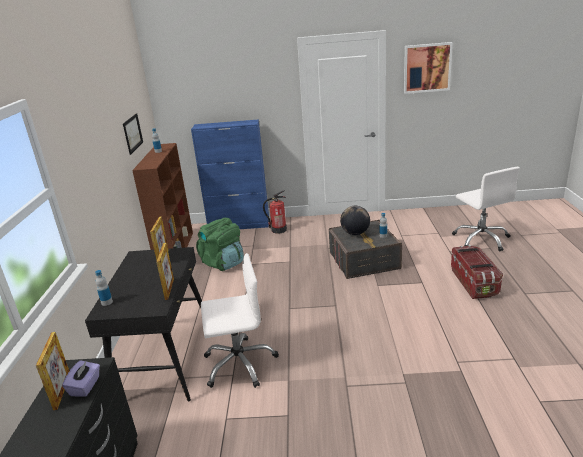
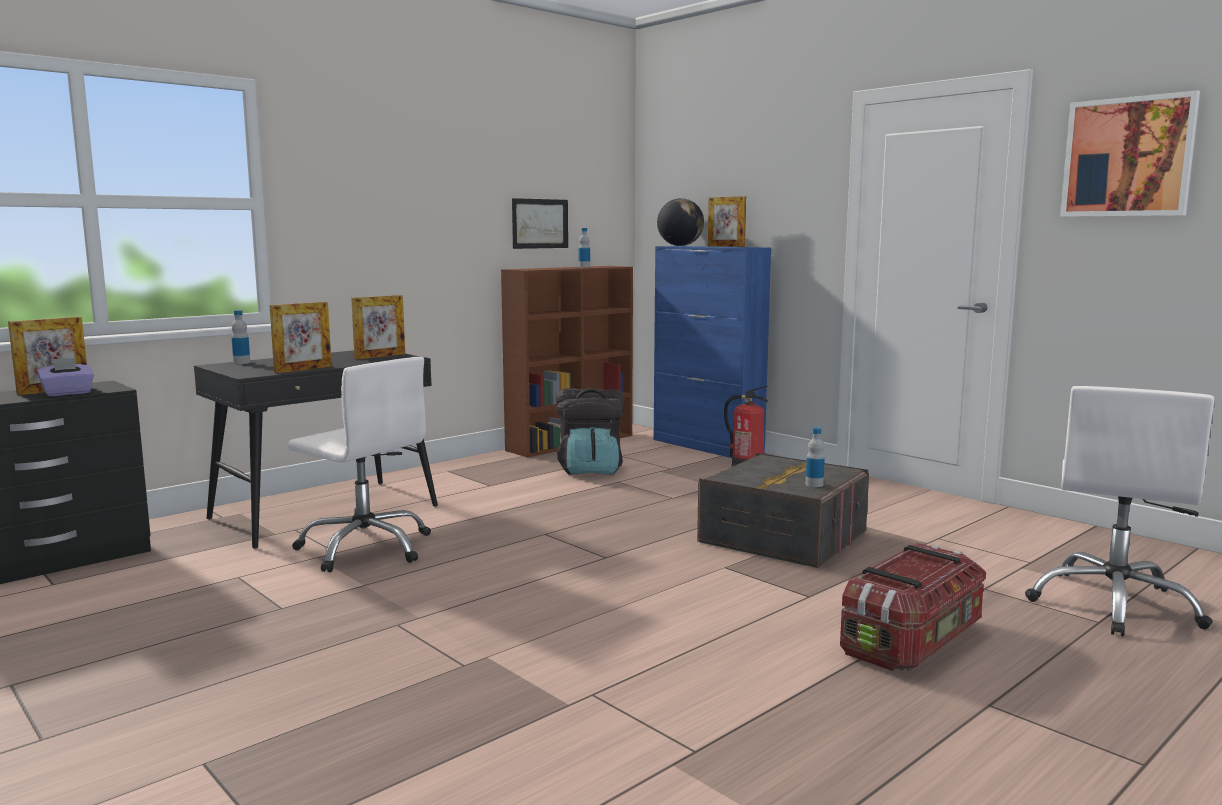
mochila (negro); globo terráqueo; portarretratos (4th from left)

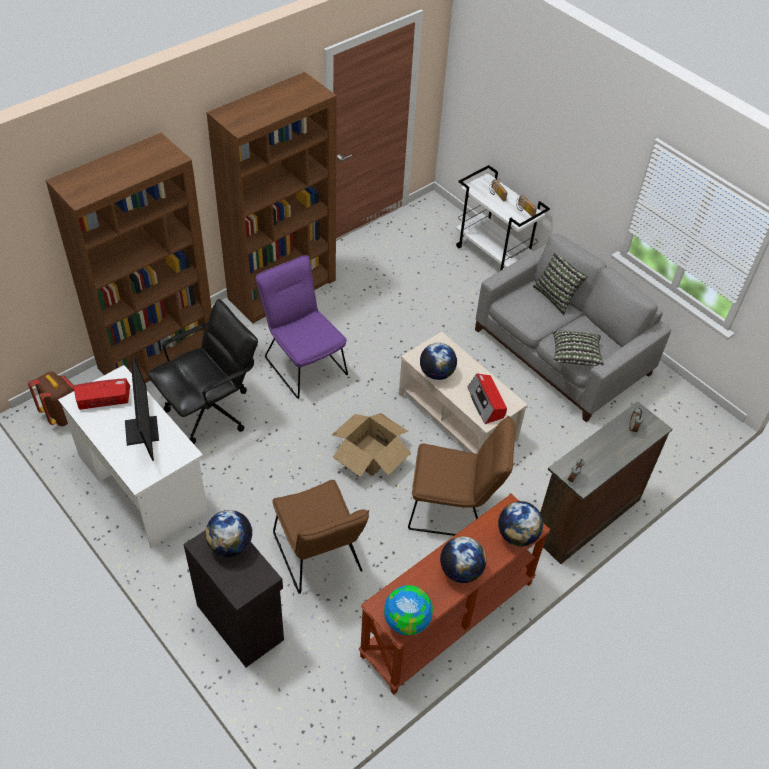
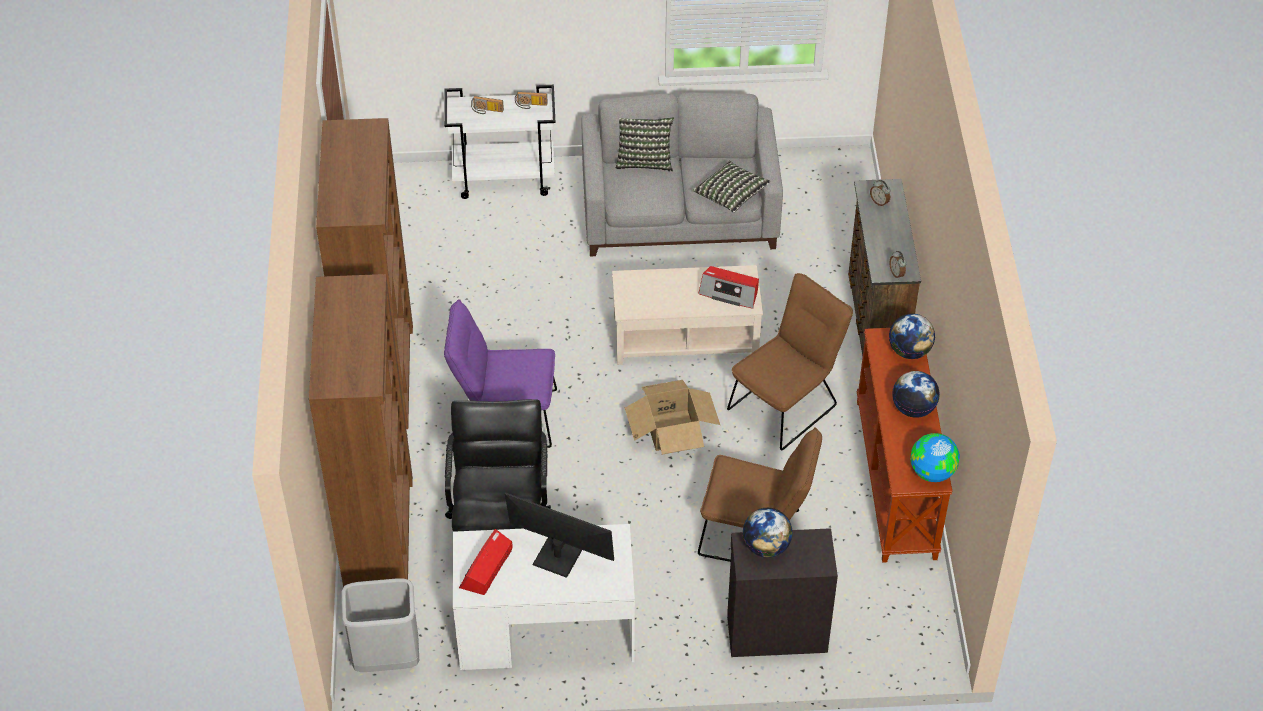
papelera (gris); globo terráqueo (3rd from left in the first image)

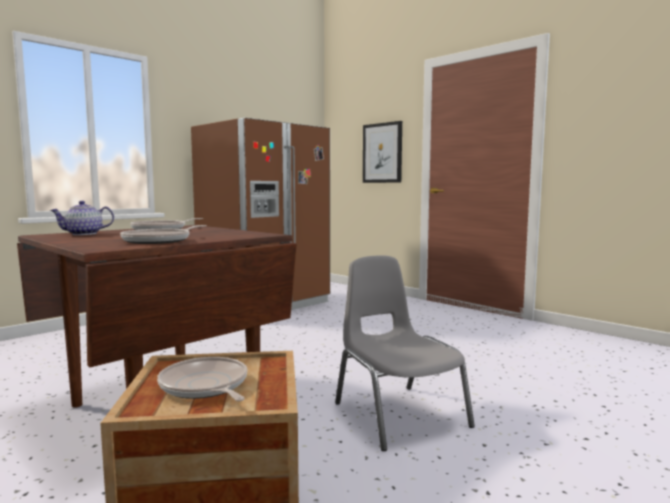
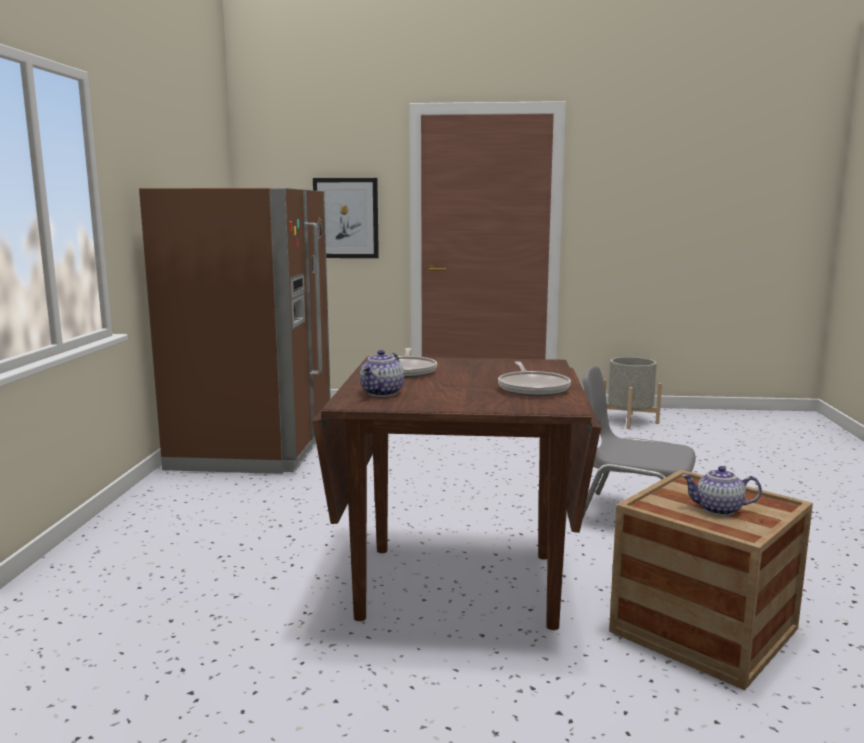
tetera (2nd from left); maceta (gris)

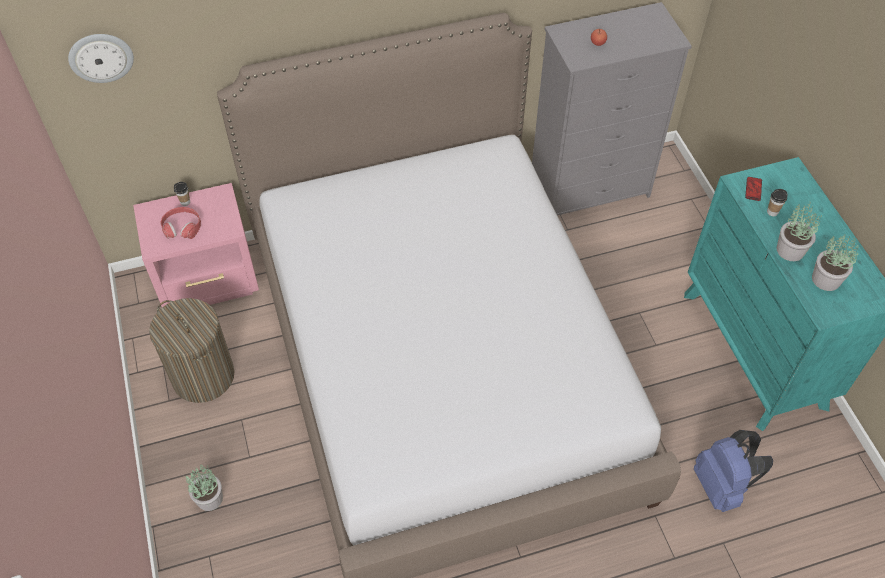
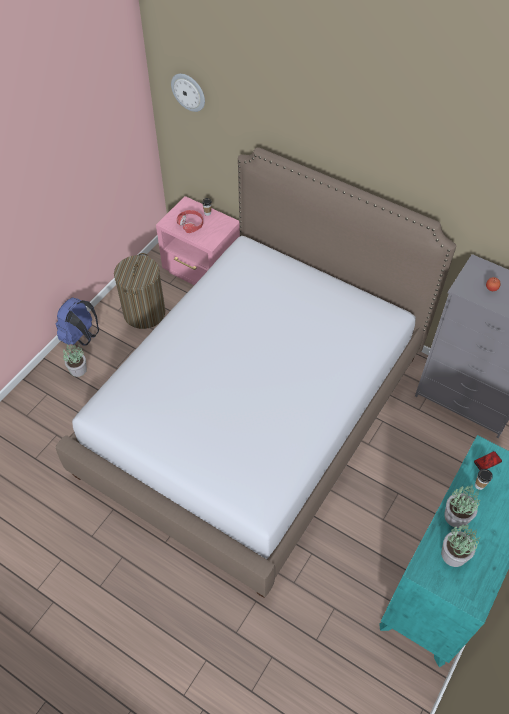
mochila (azul)

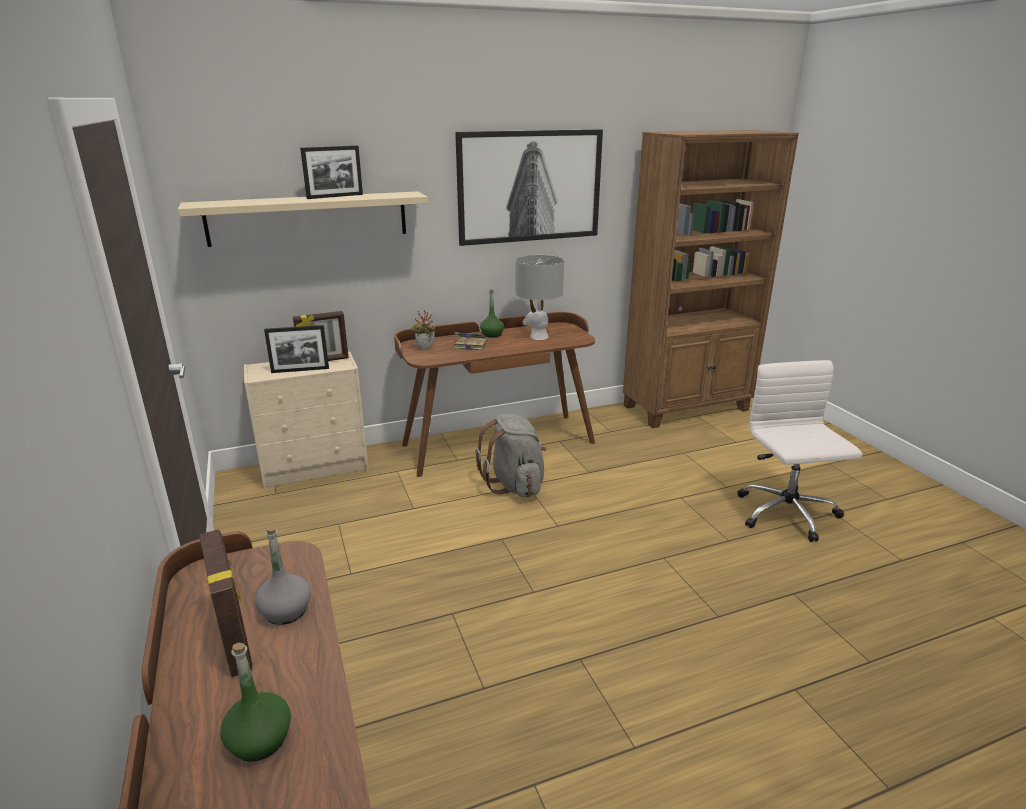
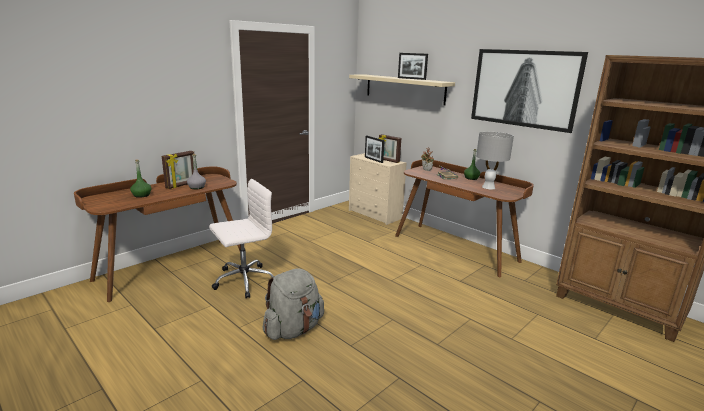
mochila (gris); silla de oficina (blanco)

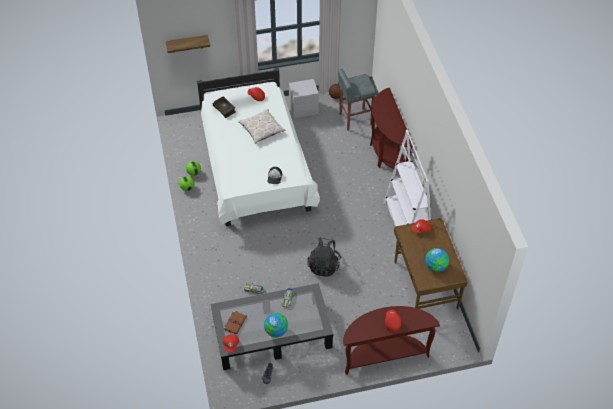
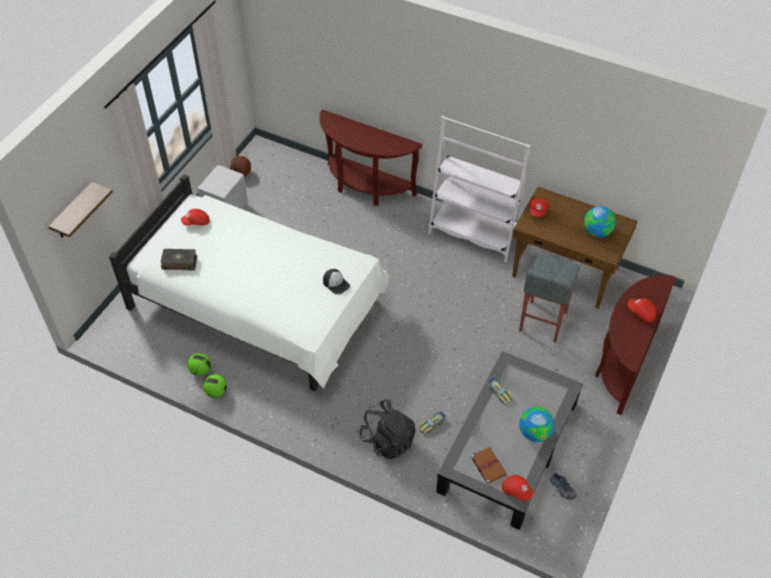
cojín; mochila (negro); taburete (gris)

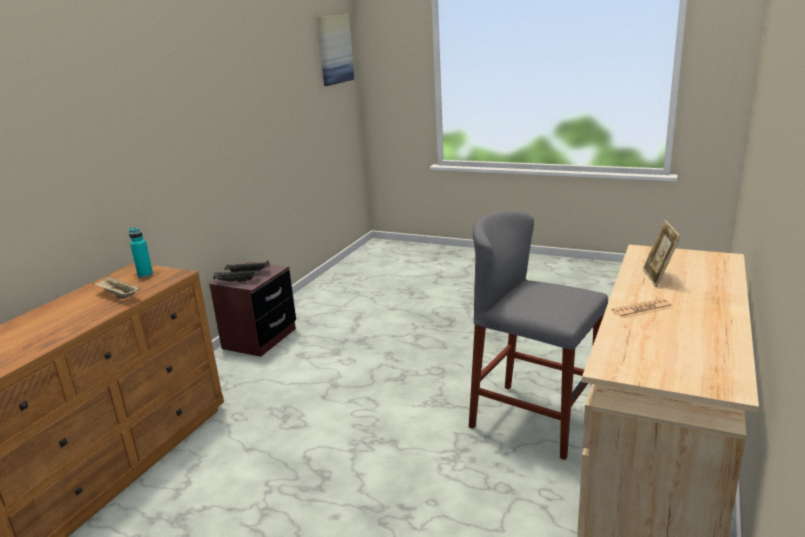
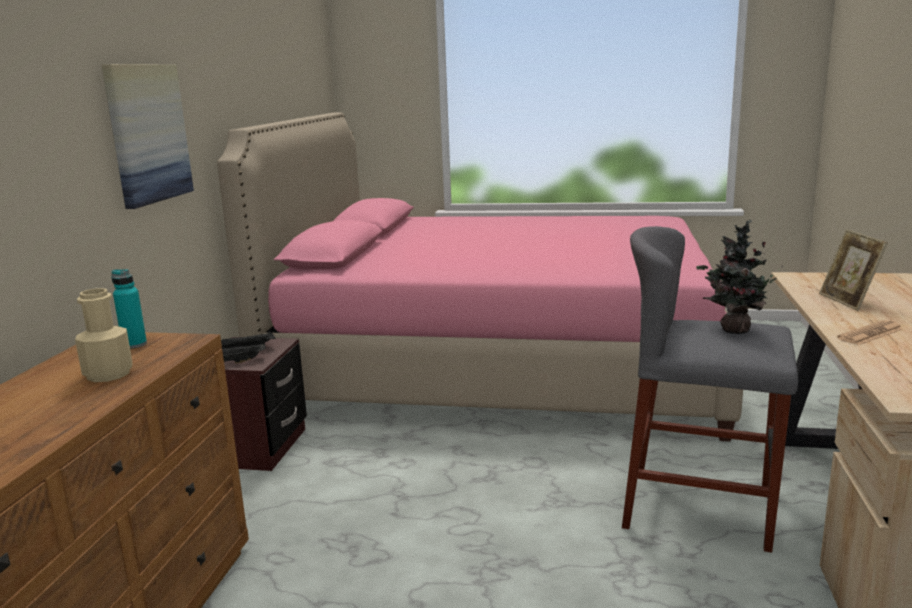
botella (beis); cuadro; cama (rosa); planta en maceta

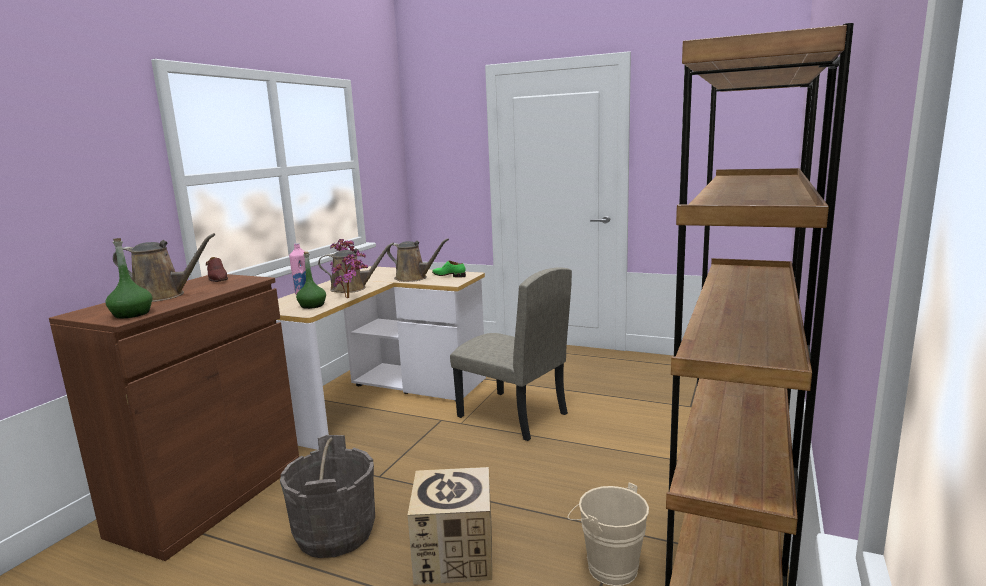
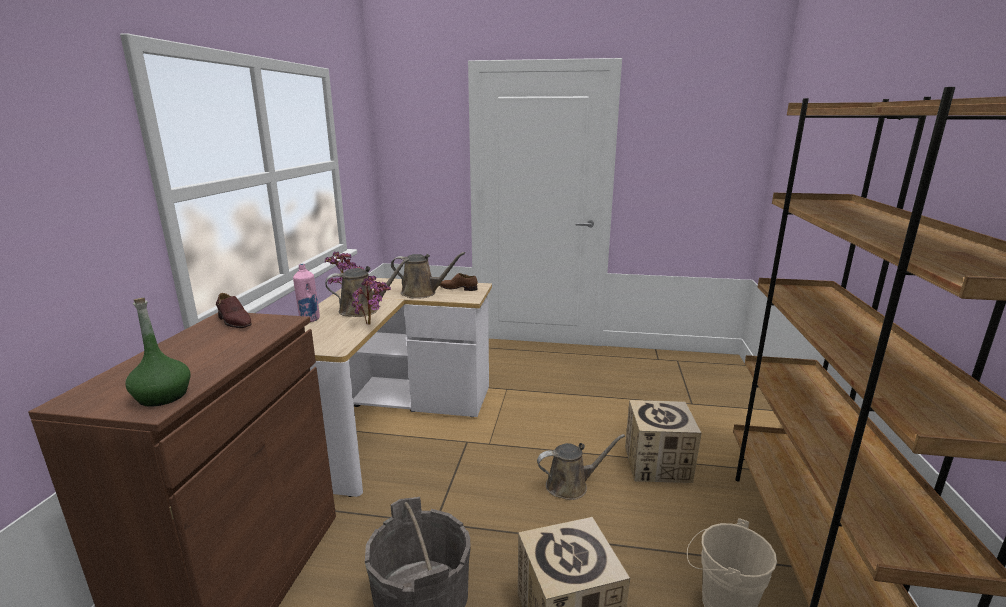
regadera (marrón) (3rd from left); botella (verde) (2nd from left in the first image); zapato (marrón) (2nd from left); silla (beis); caja de cartón (2nd from left)

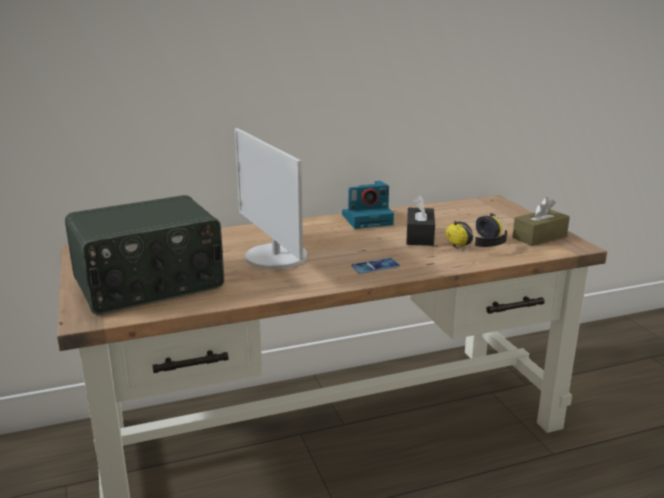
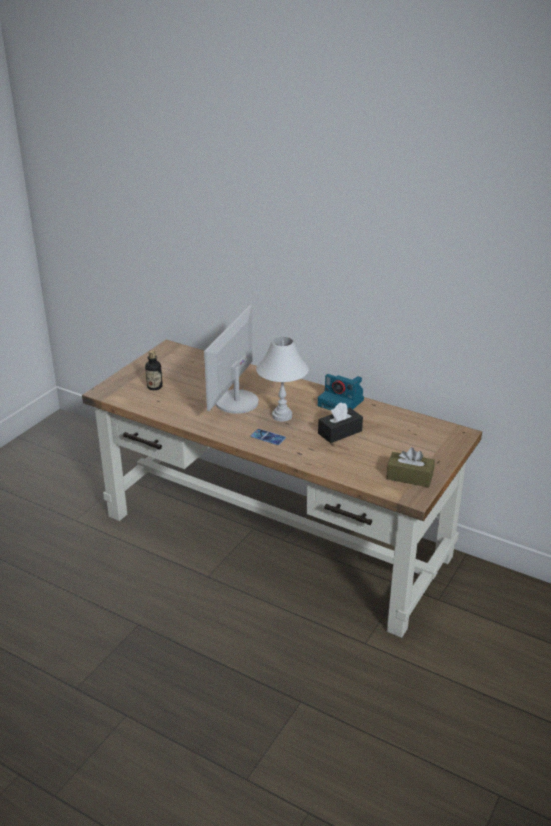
botella; auriculares; lámpara de mesa (blanco)

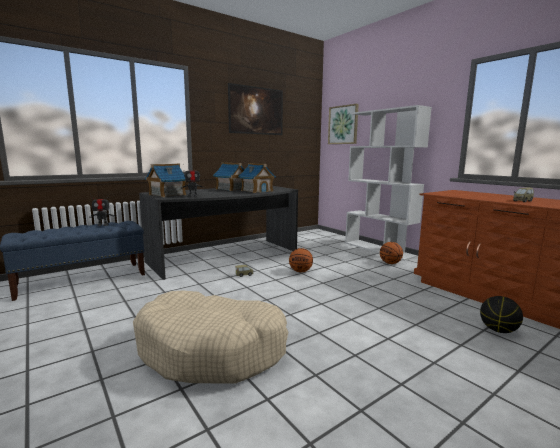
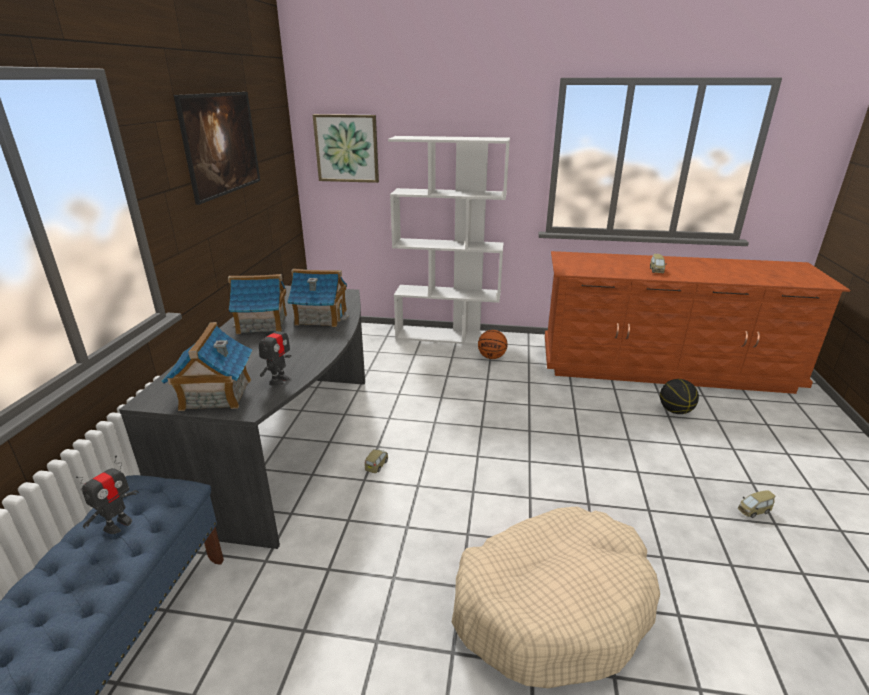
balón de baloncesto (1st from left in the first image); coche de juguete (3rd from left)

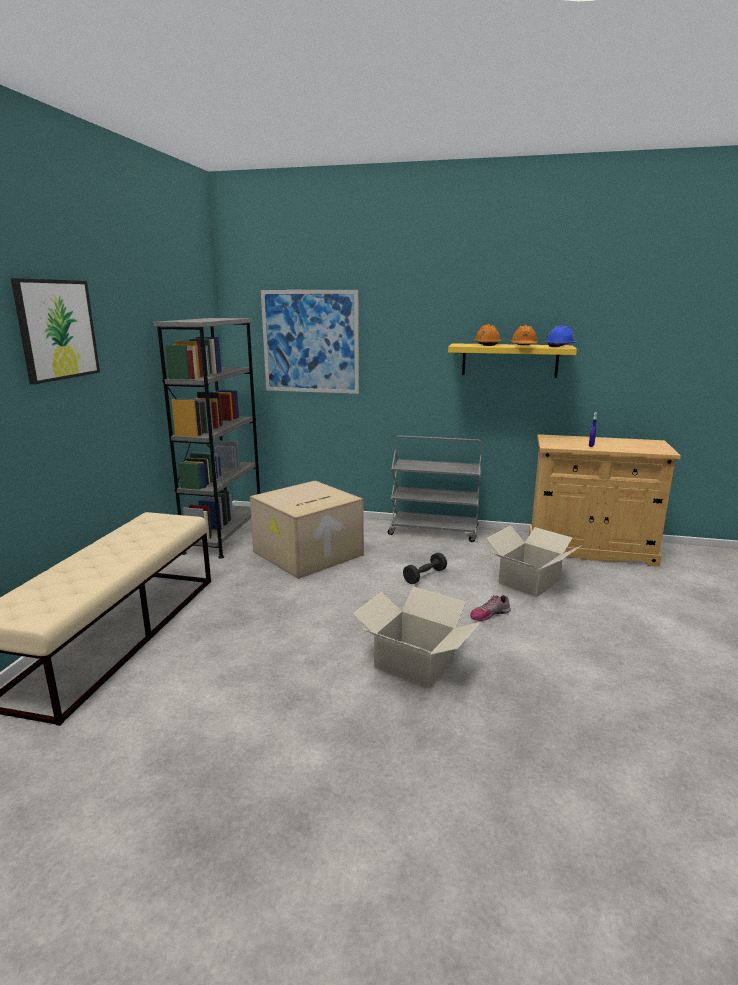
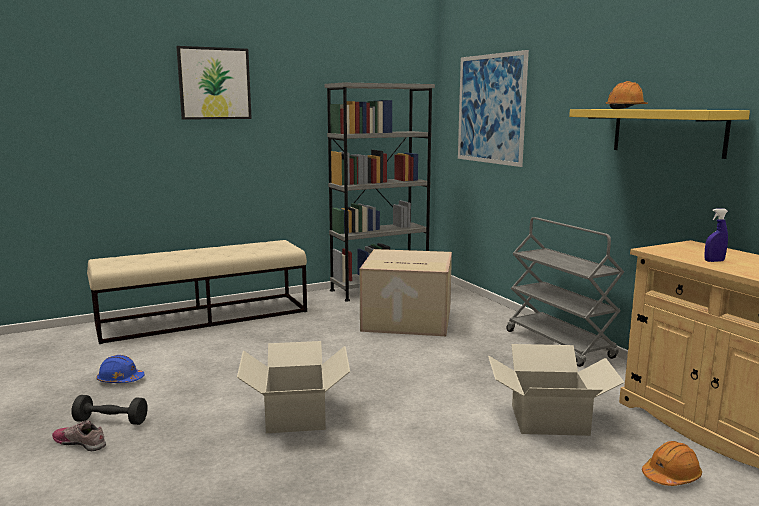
mancuerna (negro); zapato; casco (naranja) (2nd from left); casco (azul)

